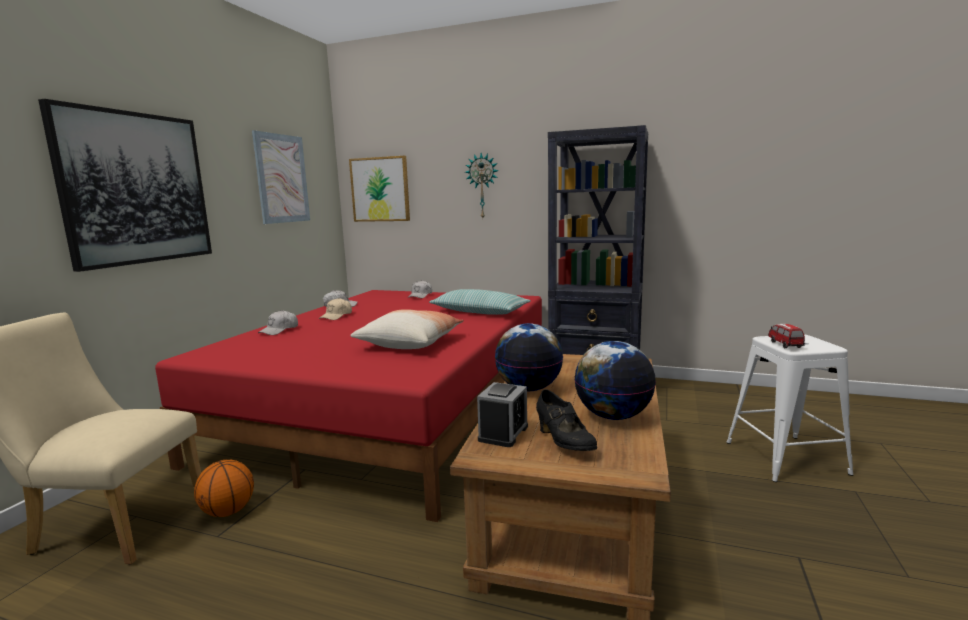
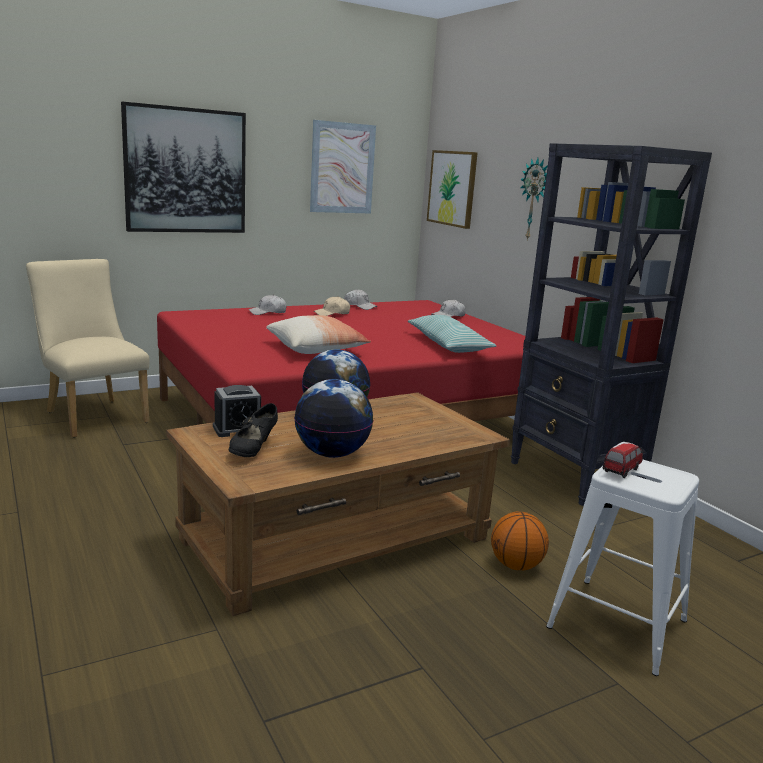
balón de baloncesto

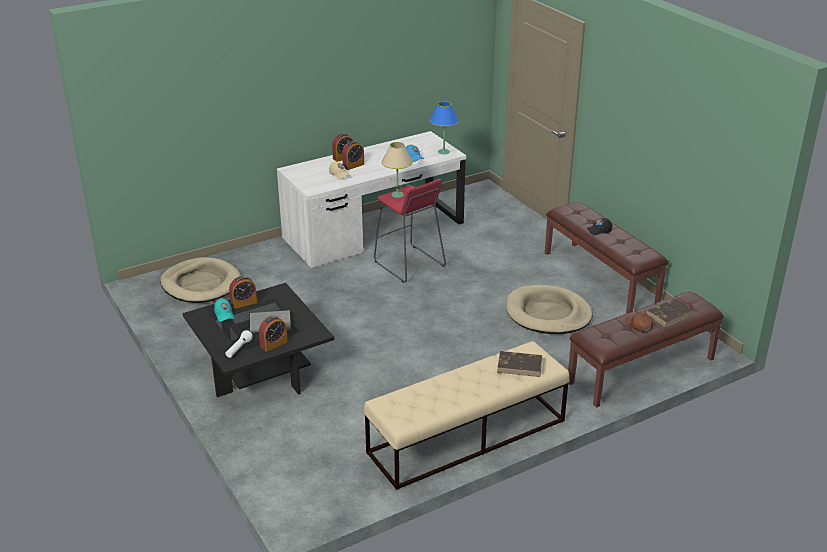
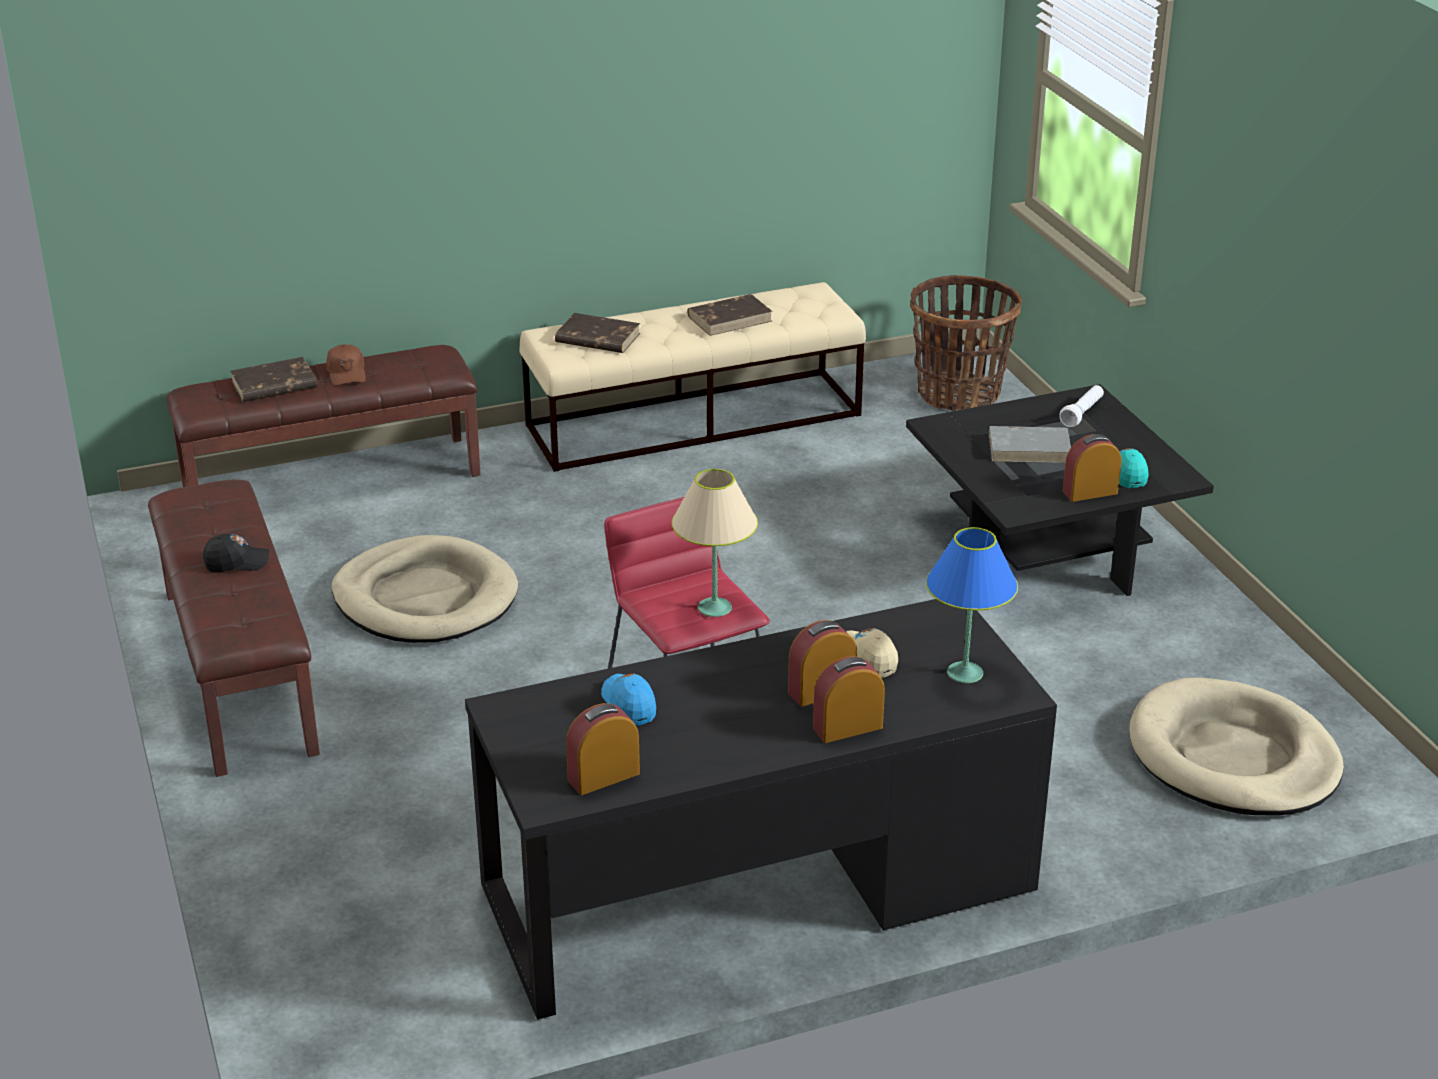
despertador (1st from left); escritorio (negro); lámpara de mesa (azul); libro (marrón) (3rd from left); cesta

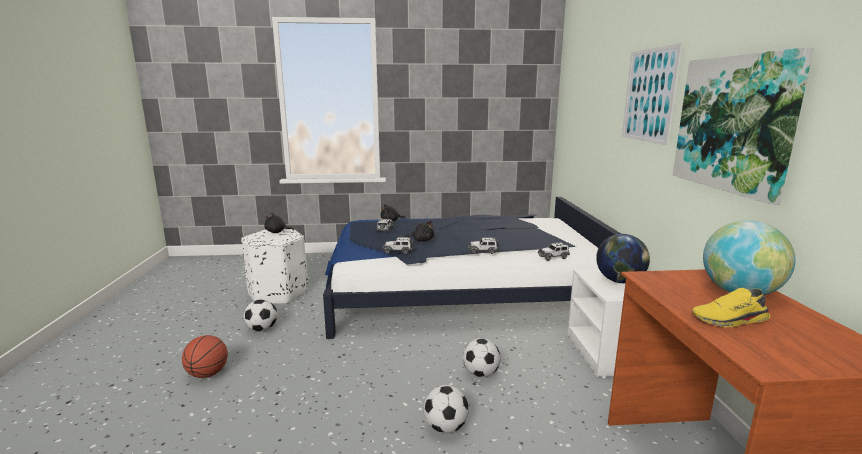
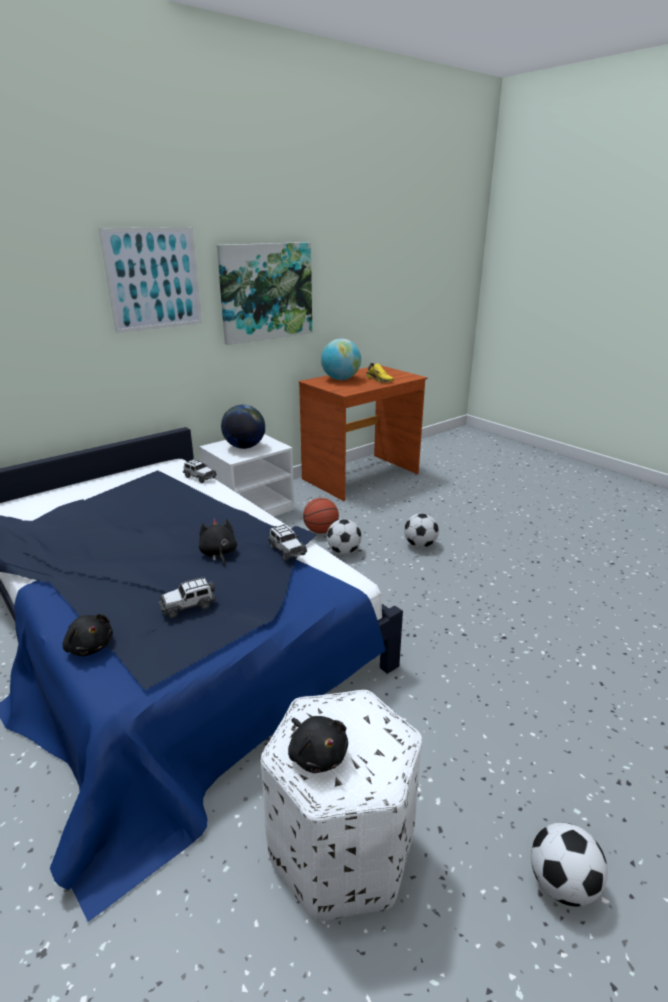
balón de baloncesto; balón de fútbol (3rd from left); coche de juguete (3rd from left in the first image)

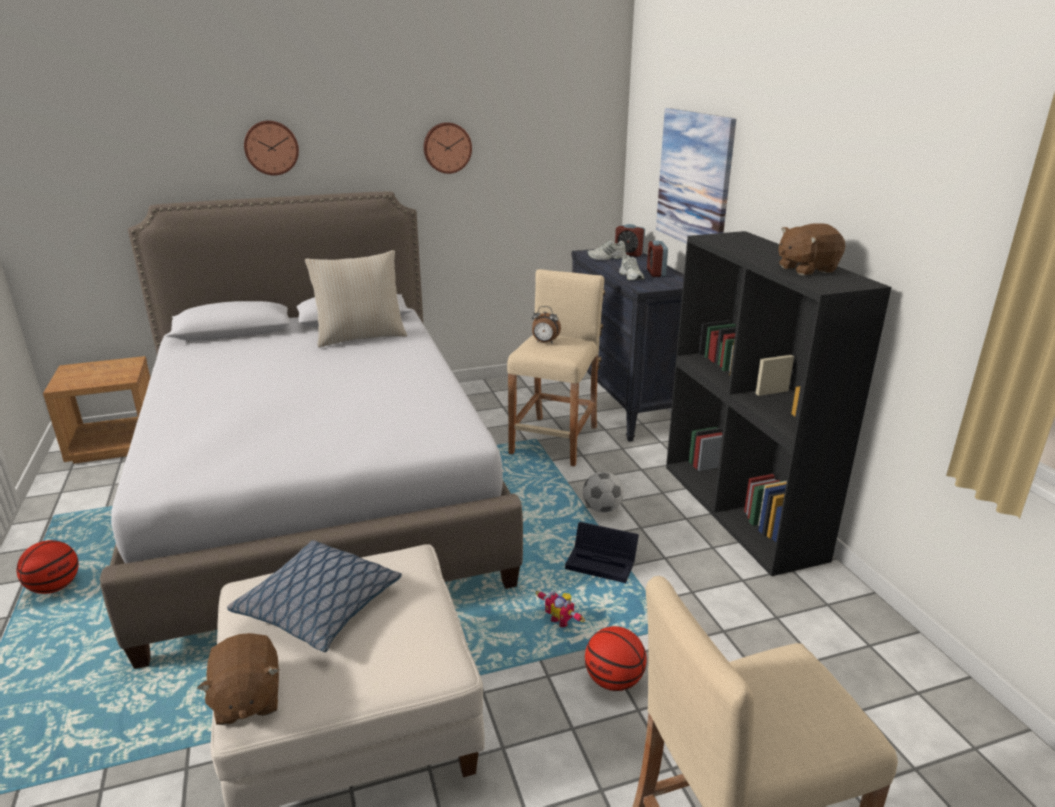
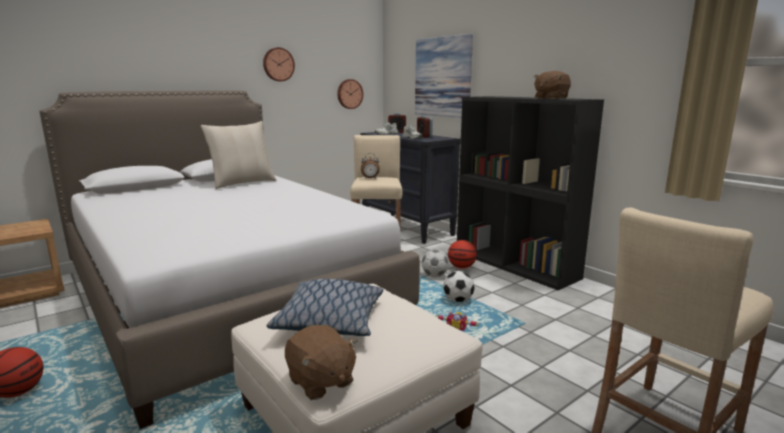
reloj de pared (2nd from left); balón de fútbol (2nd from left); balón de baloncesto (2nd from left)

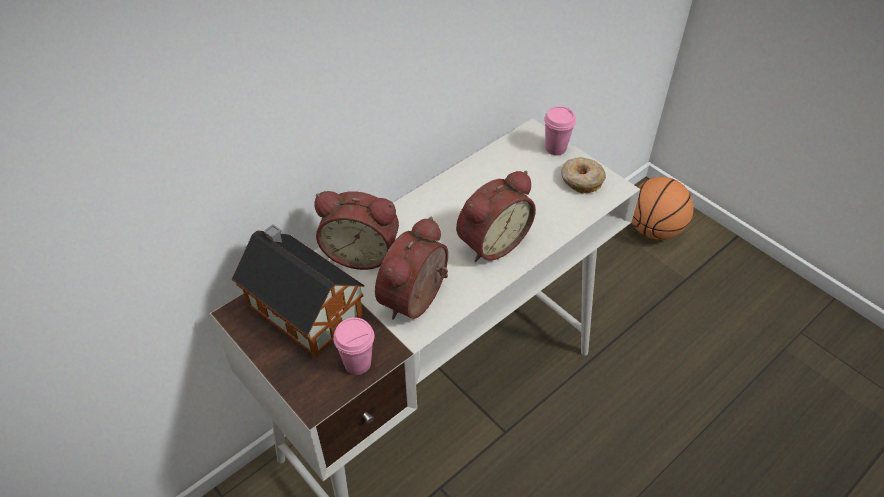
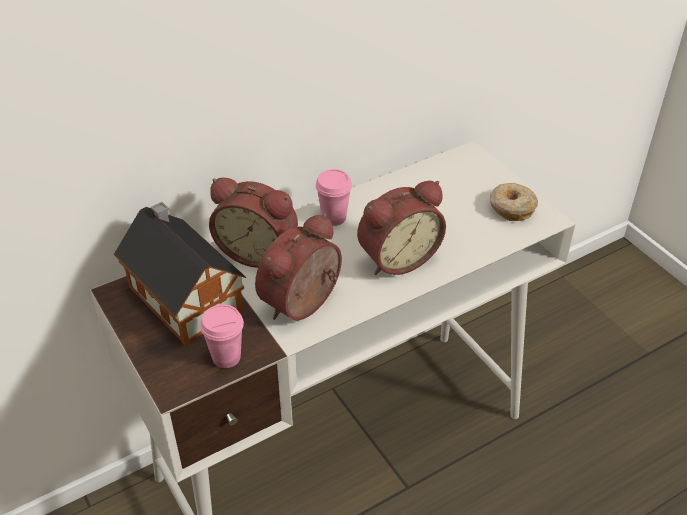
taza (rosa) (2nd from left); balón de baloncesto

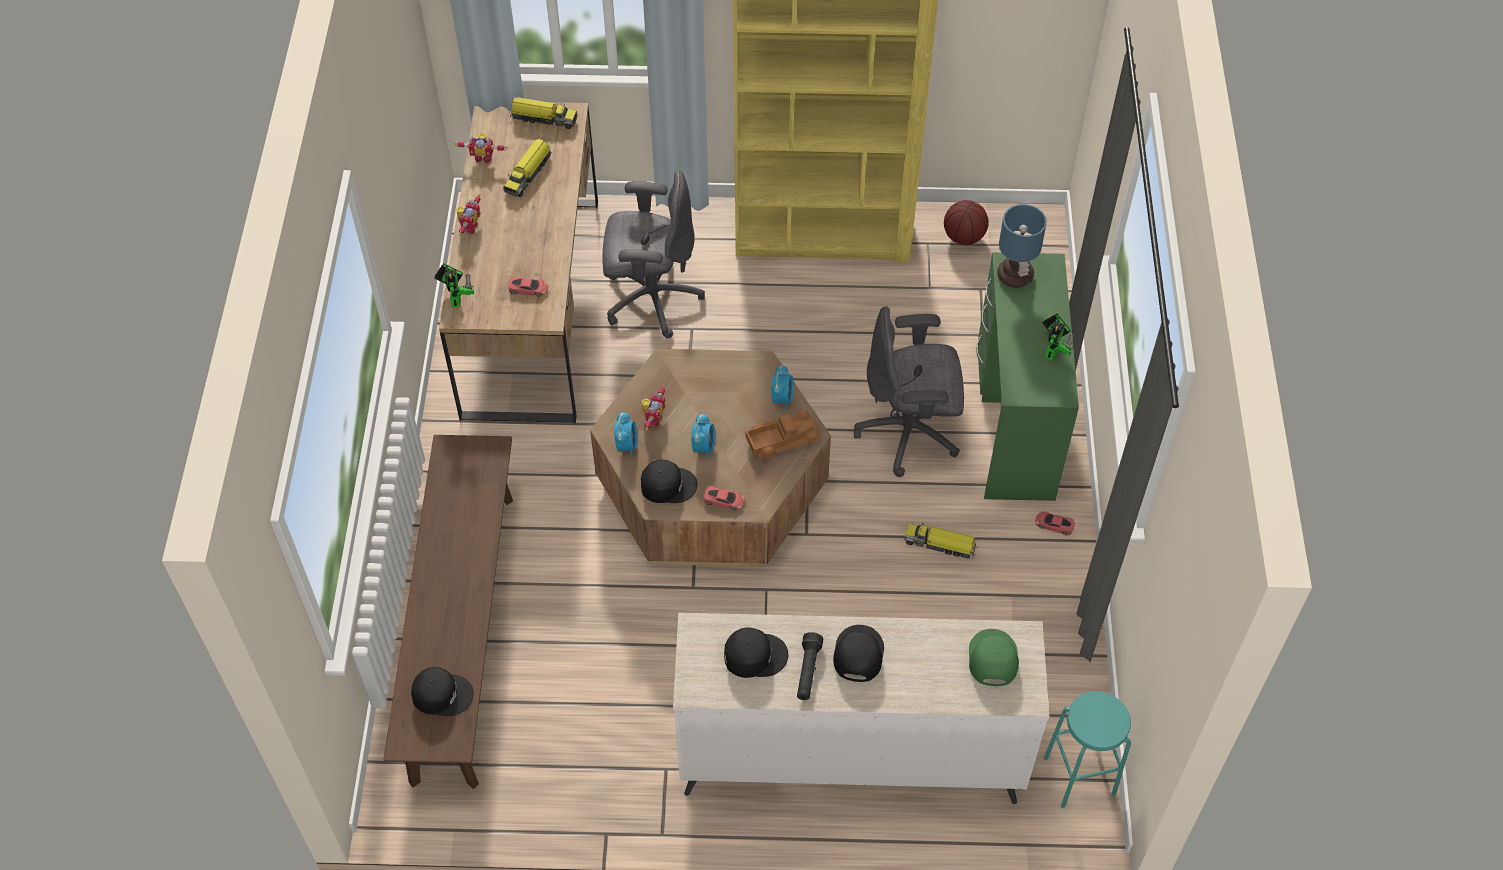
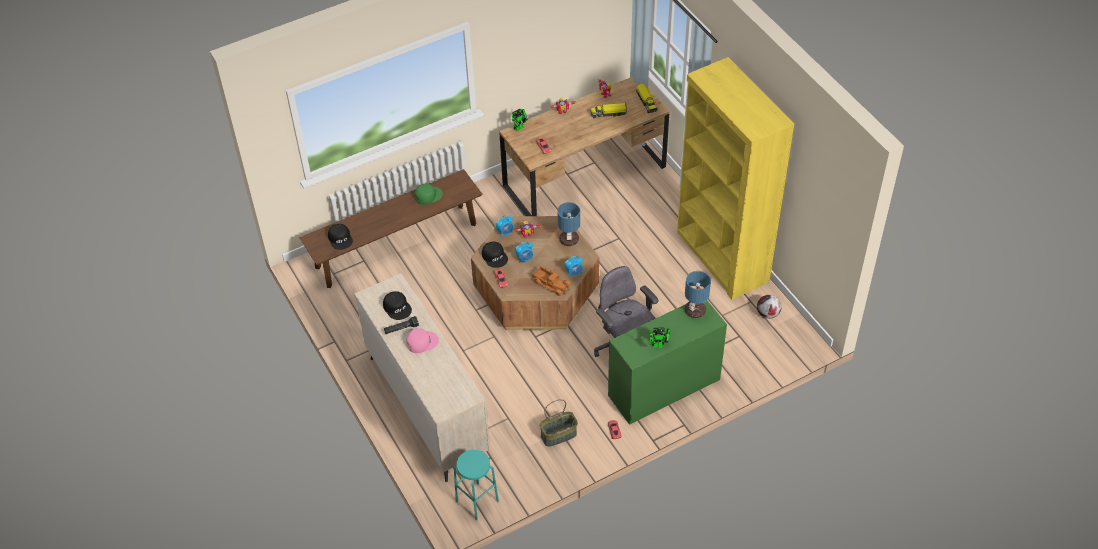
silla de oficina (gris) (1st from left in the first image); gorra (rosa); camión de juguete (4th from left in the first image); balón de fútbol; gorra (verde); cesta; lámpara de mesa (1st from left)

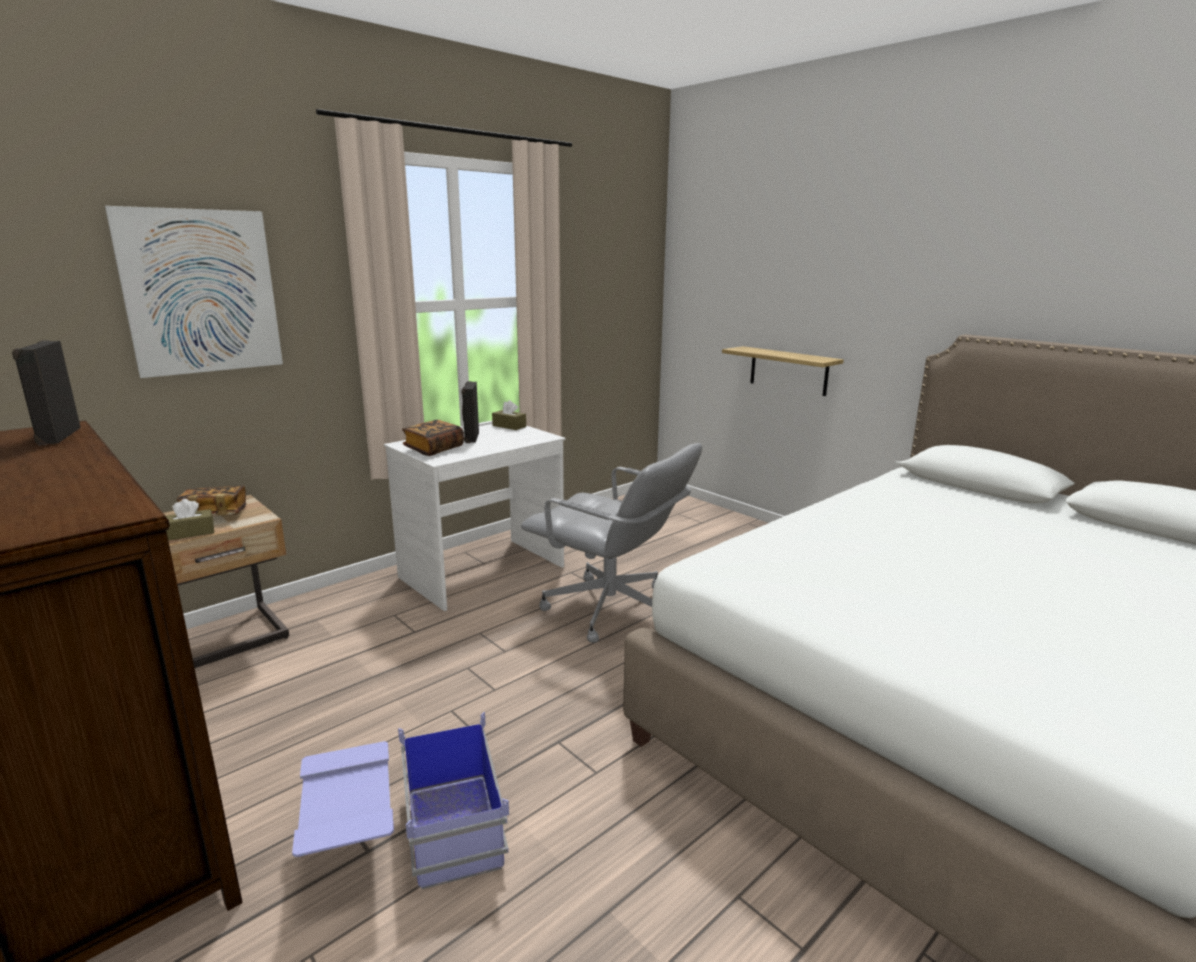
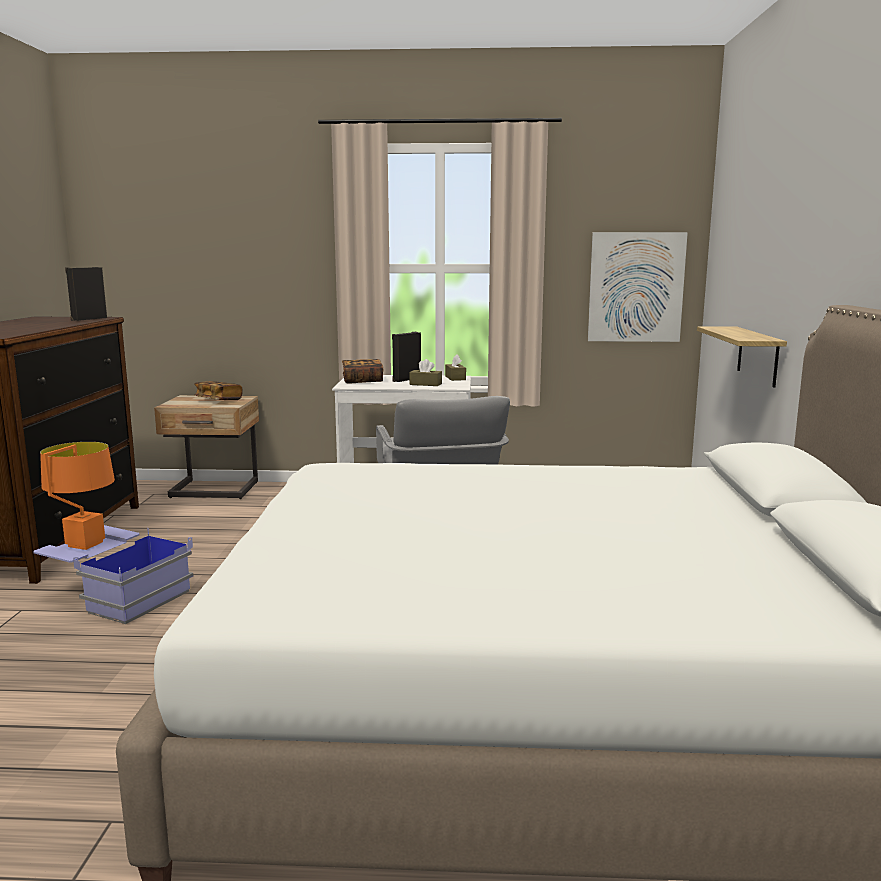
cuadro; caja de pañuelos (marrón) (1st from left); lámpara de mesa (naranja)

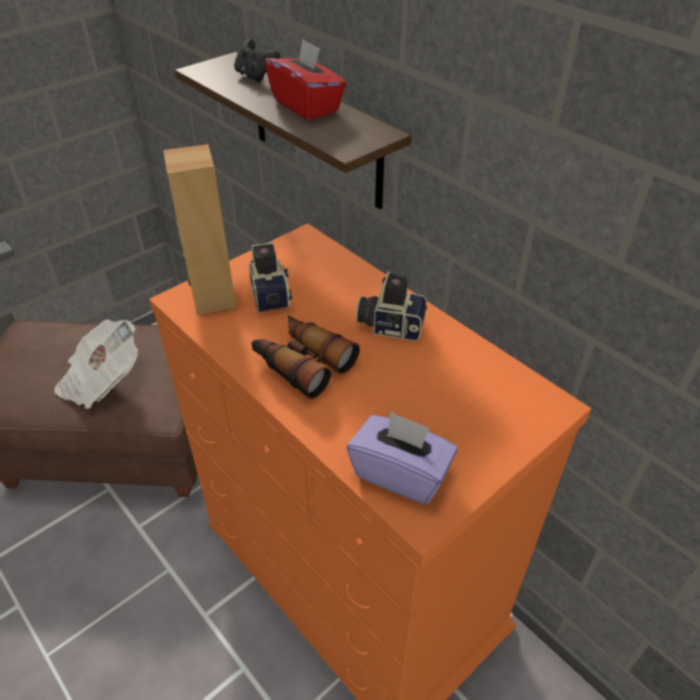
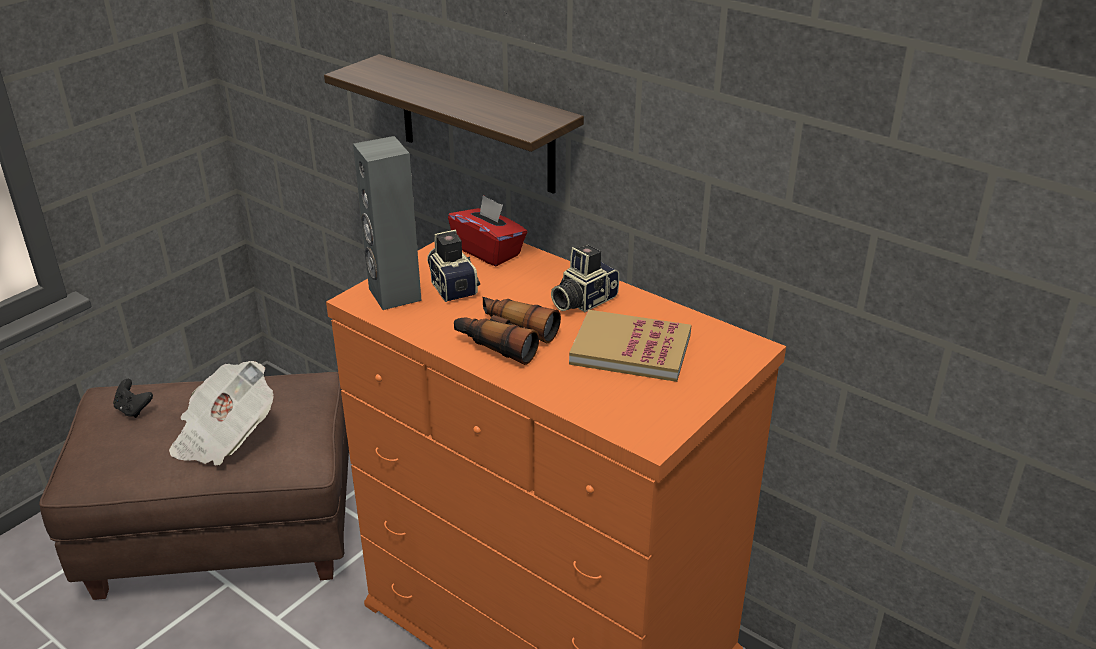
altavoz (gris); mando de consola (negro); caja de pañuelos (rojo); caja de pañuelos (morado); cámara (2nd from left); libro

